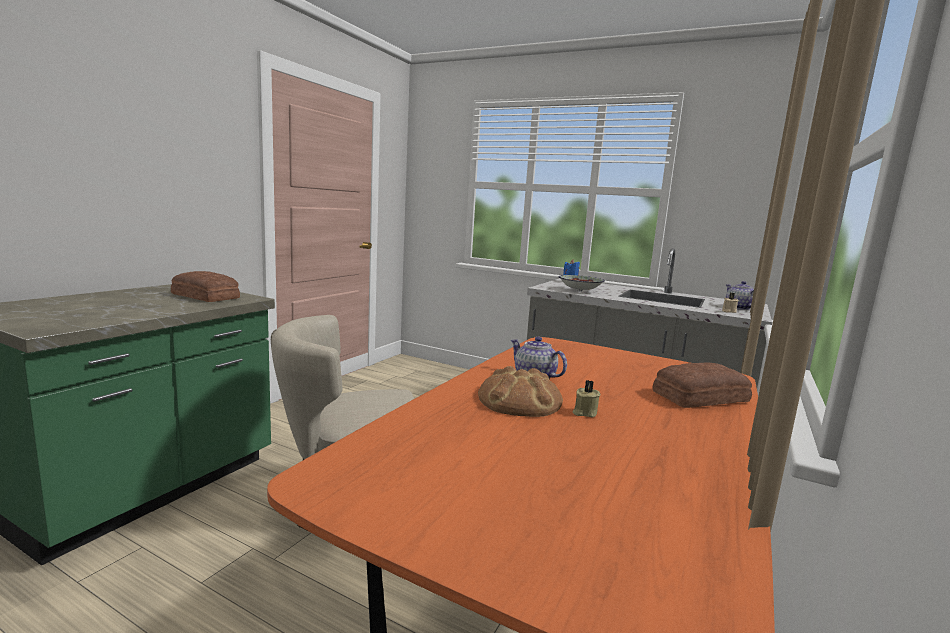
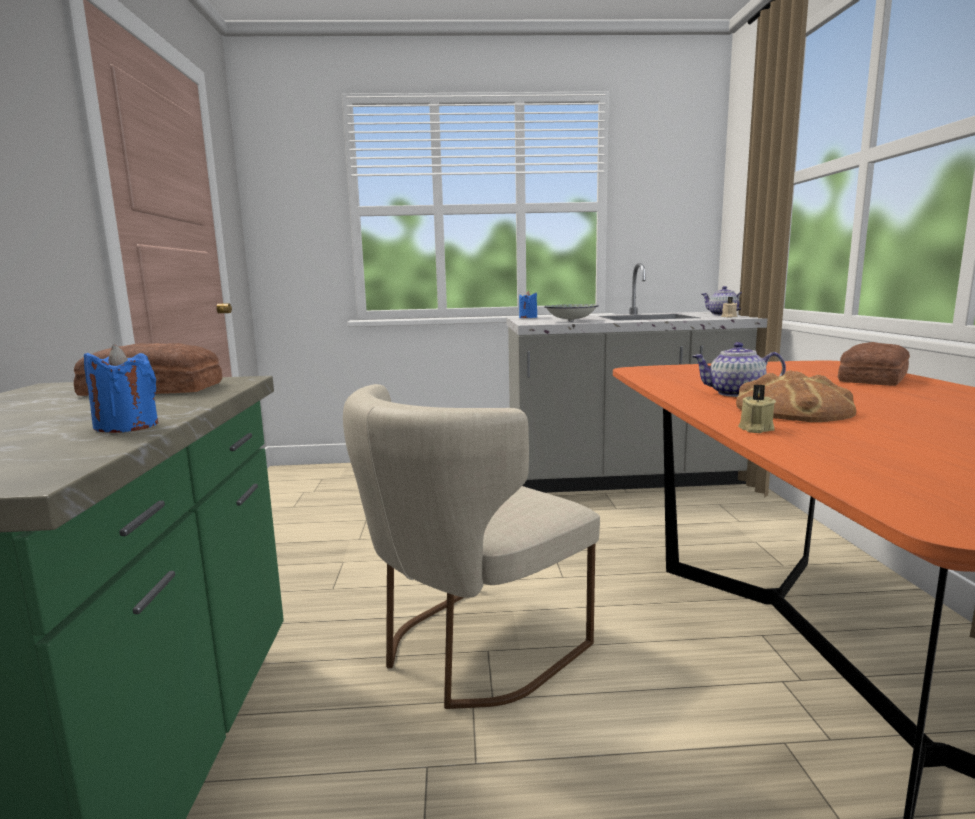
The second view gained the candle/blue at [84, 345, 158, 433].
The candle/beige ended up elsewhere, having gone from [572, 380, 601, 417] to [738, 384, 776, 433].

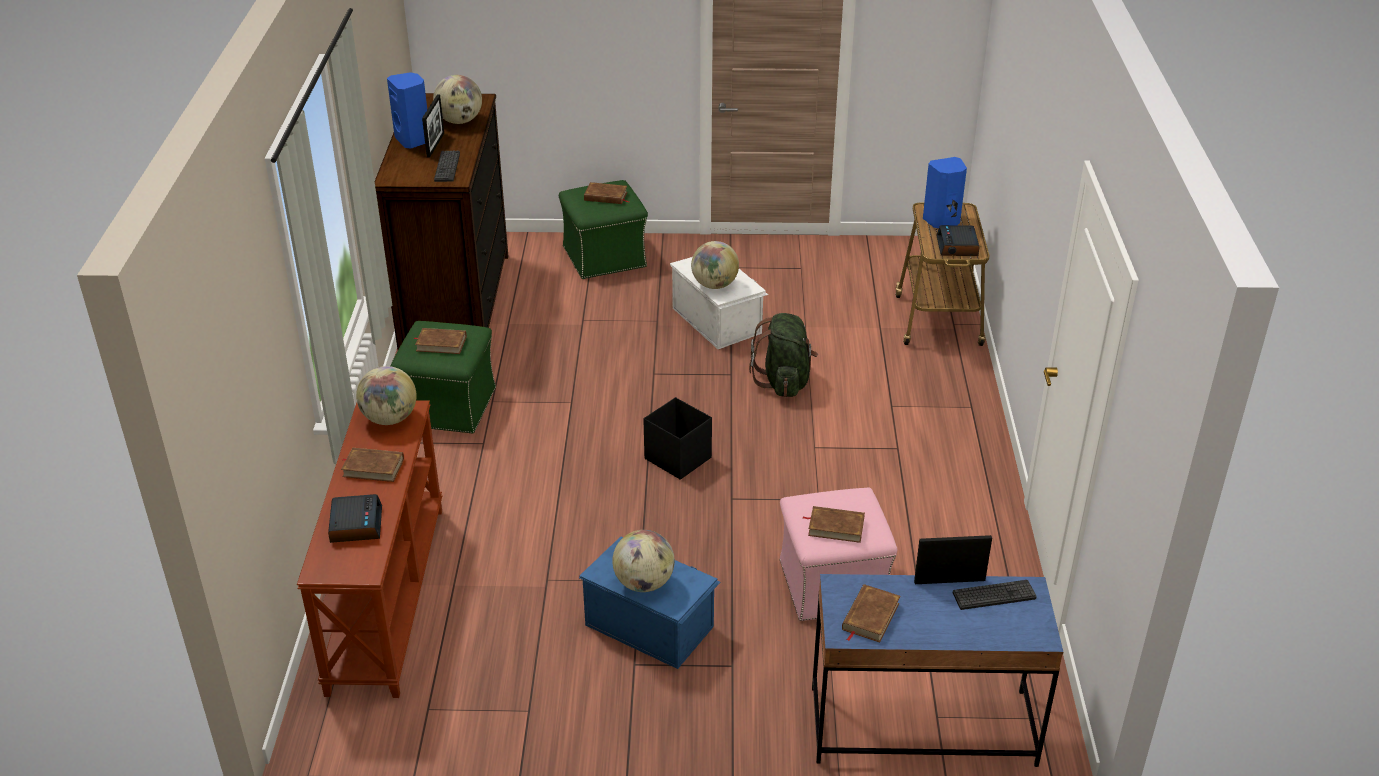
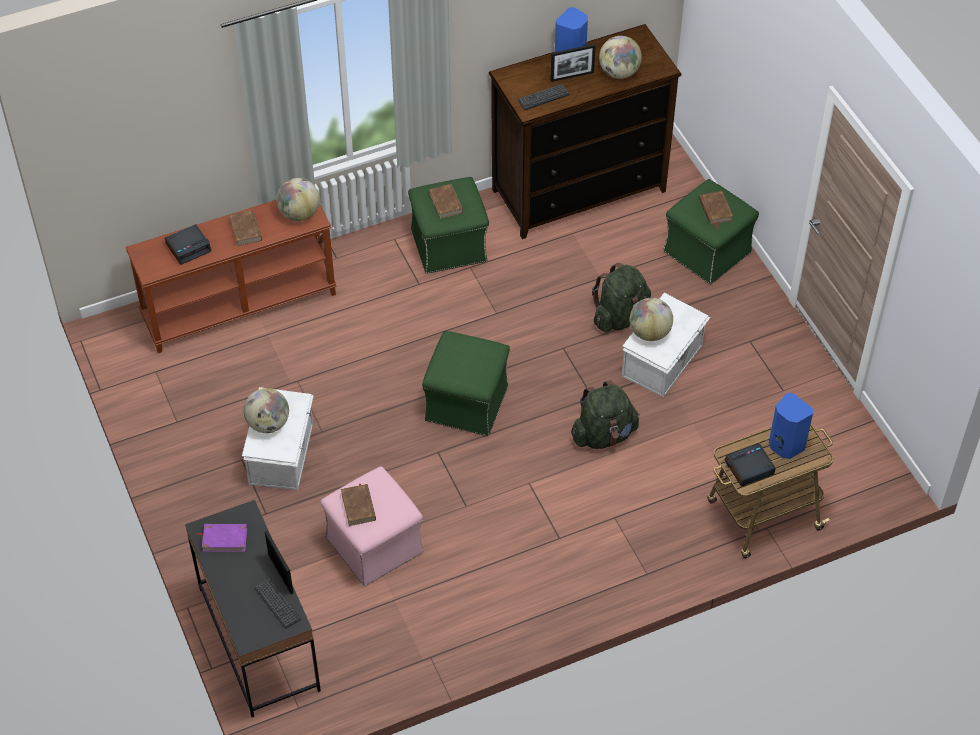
The second view gained the backpack/green at [592, 263, 651, 332].
Where the storage box/black stood at [643, 397, 712, 480], the ottoman/green came to stand at [422, 331, 510, 436].
What was the storage box/blue at [579, 536, 720, 669] turned into the storage box/white at [242, 387, 314, 490].
What was the desk/blue at [812, 574, 1063, 767] turned into the desk/black at [185, 500, 321, 717].
What was the book/brown at [842, 584, 900, 643] turned into the book/purple at [197, 524, 247, 552].

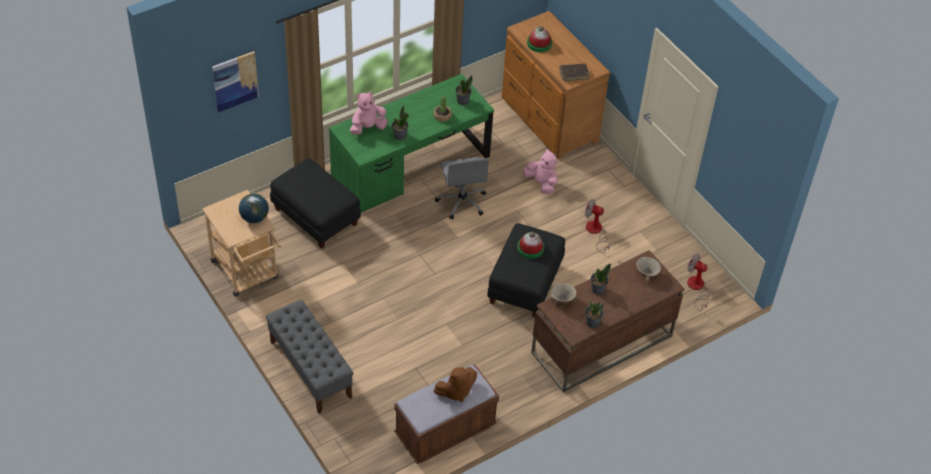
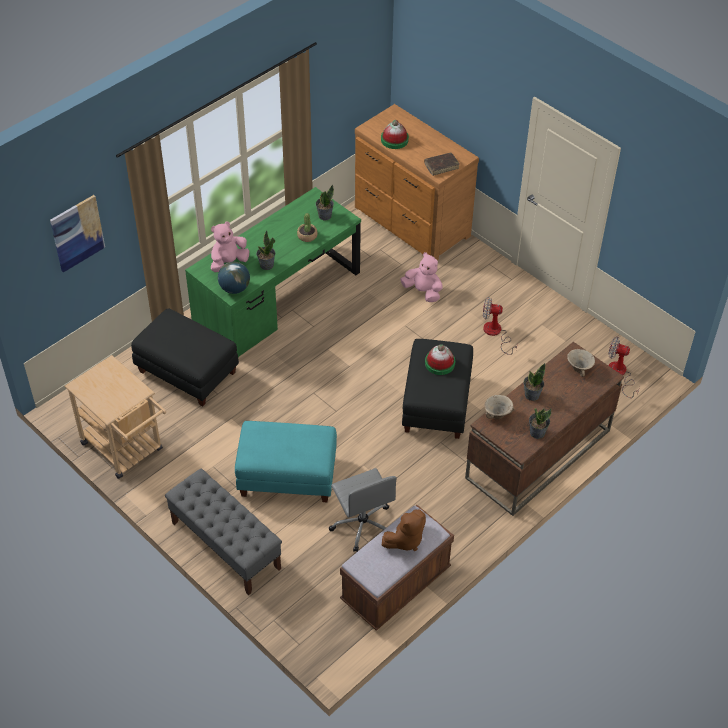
The second view gained the ottoman/turquoise at [235, 421, 337, 502].
The globe ended up elsewhere, having gone from [239, 193, 269, 223] to [218, 262, 250, 294].
The office chair/grey ended up elsewhere, having gone from [435, 157, 489, 220] to [329, 468, 397, 552].

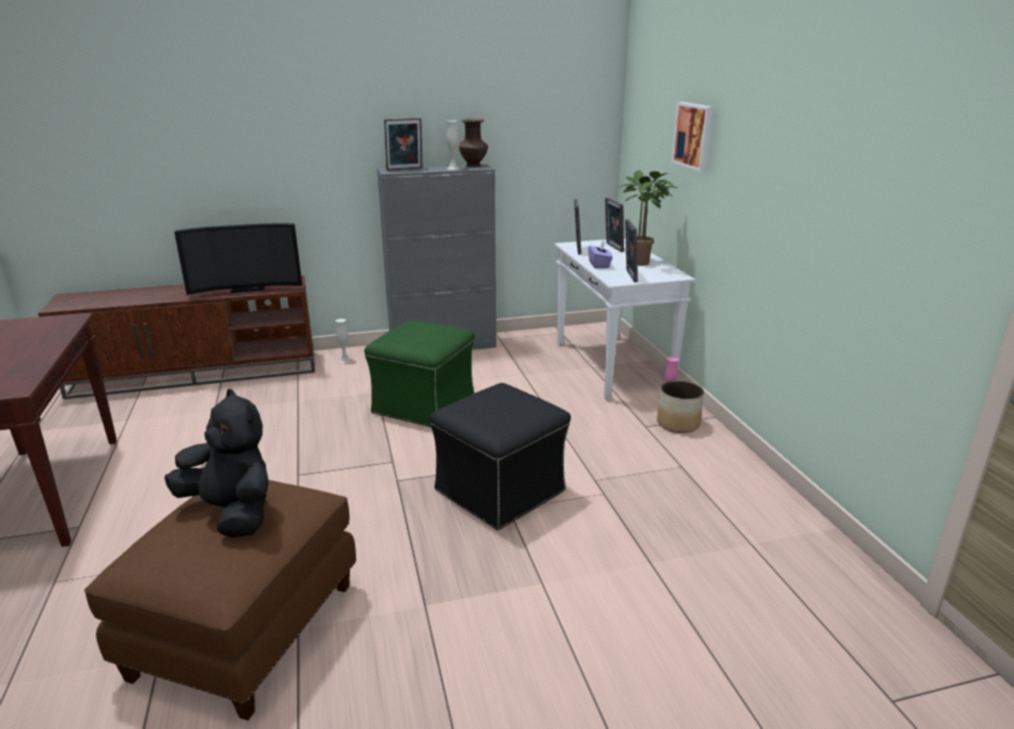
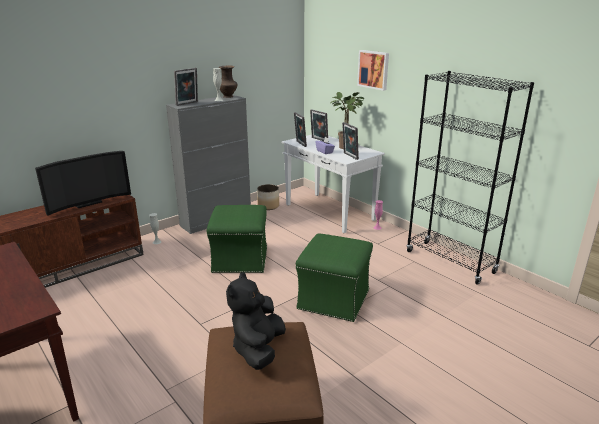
The second view gained the bookcase/black at [407, 71, 534, 284].
The planter ended up elsewhere, having gone from [657, 381, 704, 433] to [257, 184, 279, 210].
What was the ottoman/black at [429, 383, 571, 530] turned into the ottoman/green at [296, 234, 373, 322].
The plush toy/black at [164, 389, 268, 538] ended up facing another way, 90 degrees counterclockwise from before.

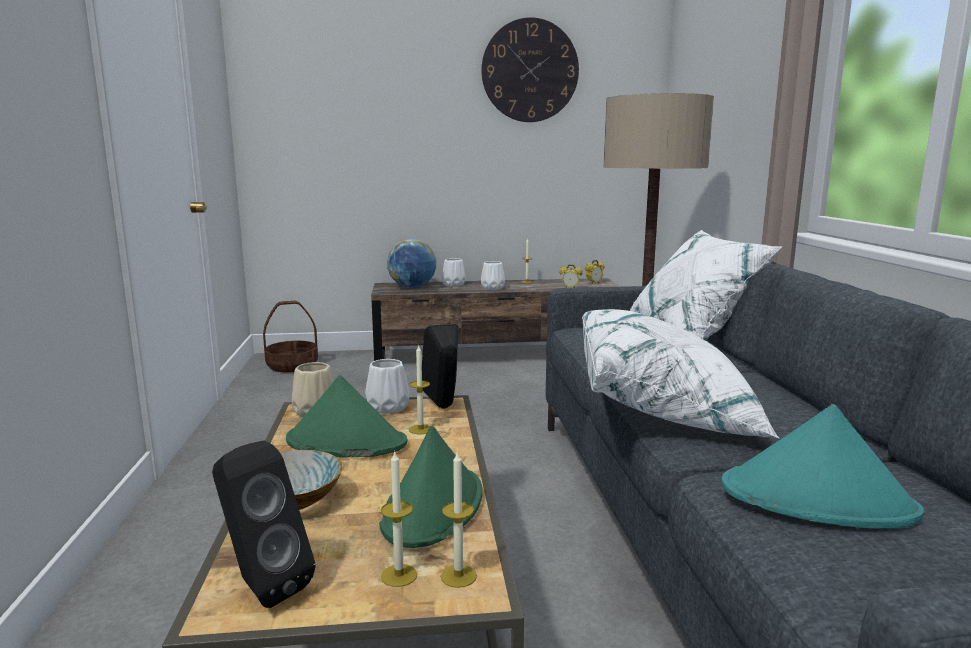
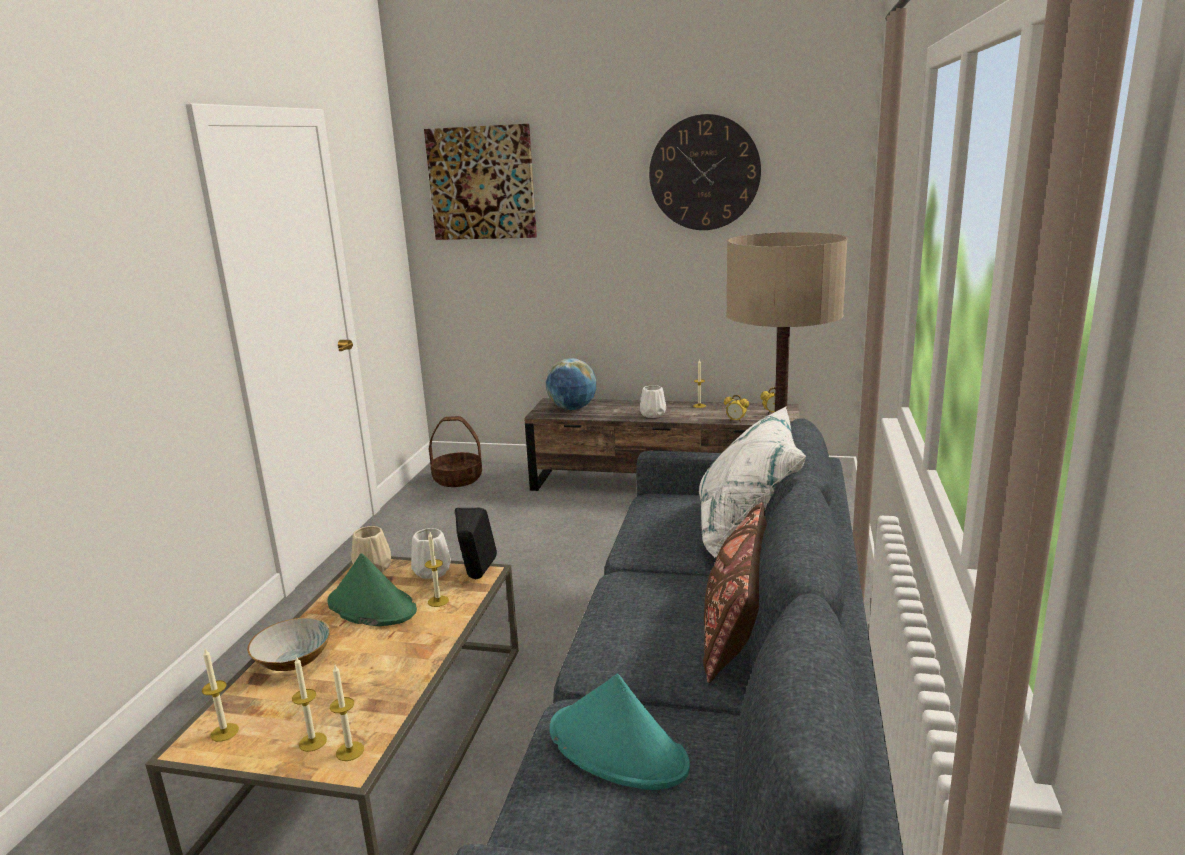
The second view lost the hat/green at [379, 426, 482, 548].
The second view lost the vase/white at [442, 258, 466, 287].
The second view lost the pillow/white at [582, 309, 779, 439].
The second view gained the picture at [424, 124, 537, 240].
The second view gained the pillow/brown at [703, 502, 767, 683].
Where the speaker/black stood at [212, 440, 315, 608], the candle came to stand at [202, 649, 239, 742].

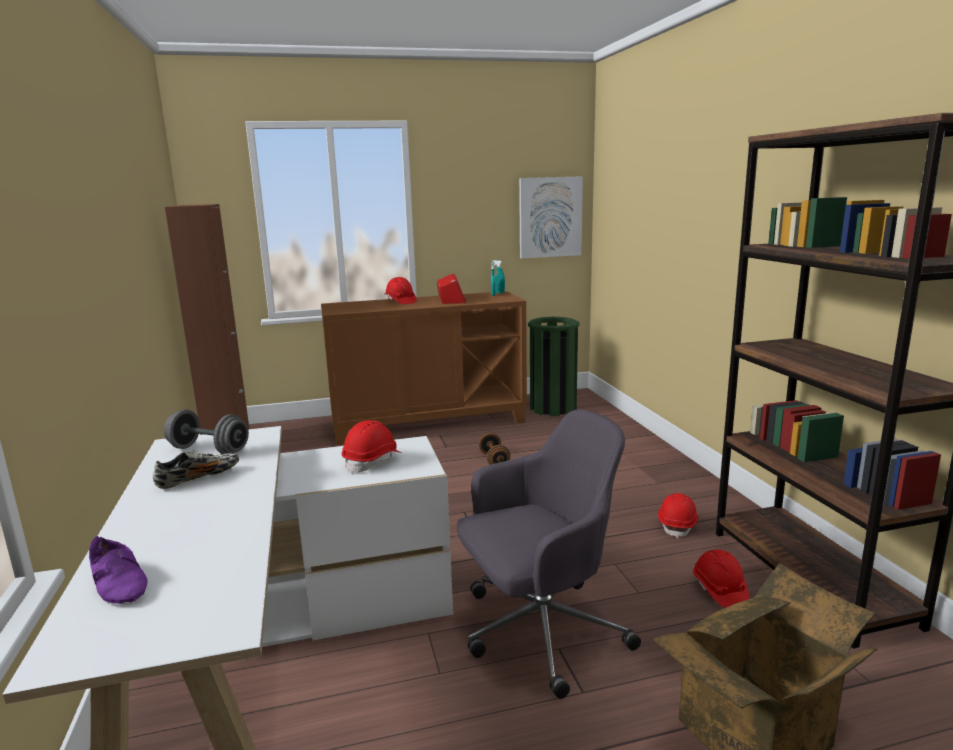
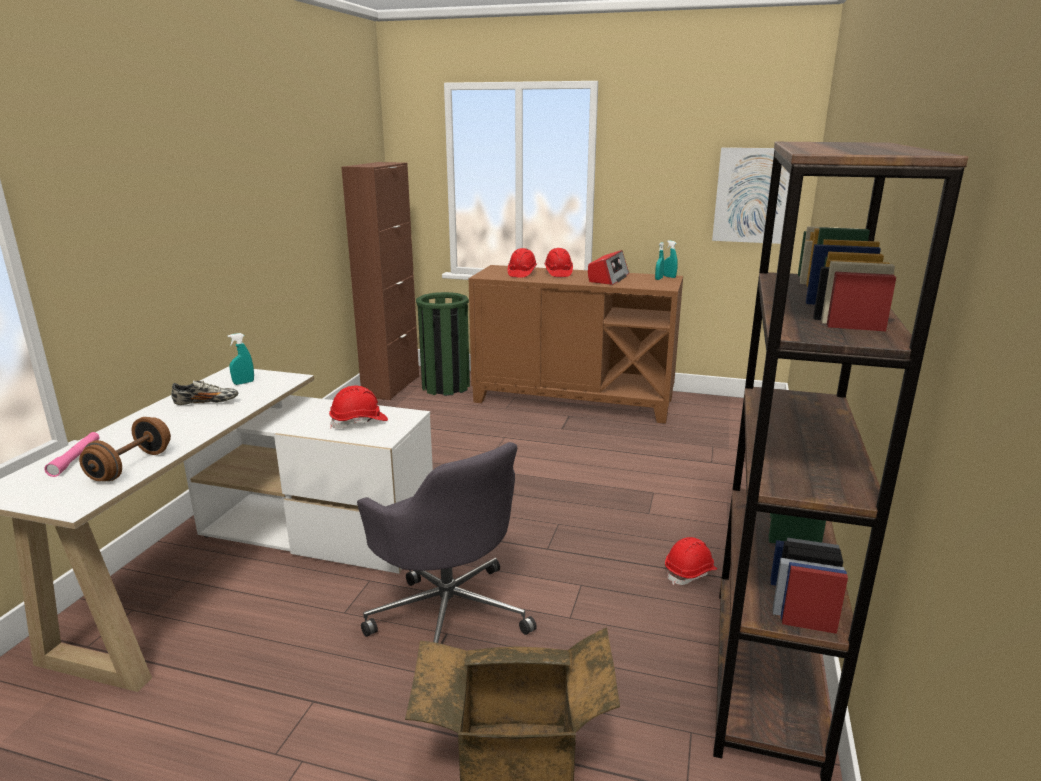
The dumbbell/brown ended up elsewhere, having gone from [479, 433, 510, 465] to [79, 417, 171, 481].
The trash can/green ended up elsewhere, having gone from [528, 317, 580, 416] to [416, 292, 470, 396].
The hard hat/red ended up elsewhere, having gone from [693, 549, 750, 608] to [508, 248, 537, 278].
Where the shoe/purple stood at [89, 536, 148, 604], the flashlight/pink came to stand at [44, 432, 100, 477].
Where the dumbbell/grey stood at [164, 410, 249, 454], the spray bottle/turquoise came to stand at [228, 333, 254, 385].
The office chair/grey at [457, 409, 641, 699] ended up facing another way, 45 degrees clockwise from before.

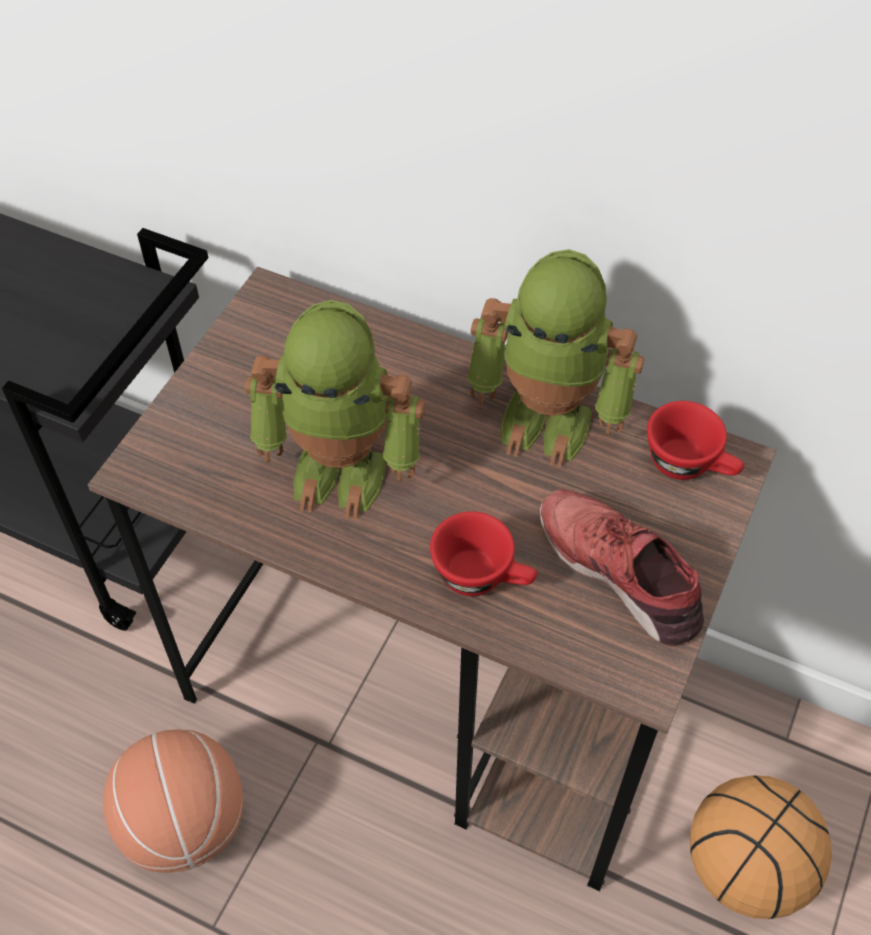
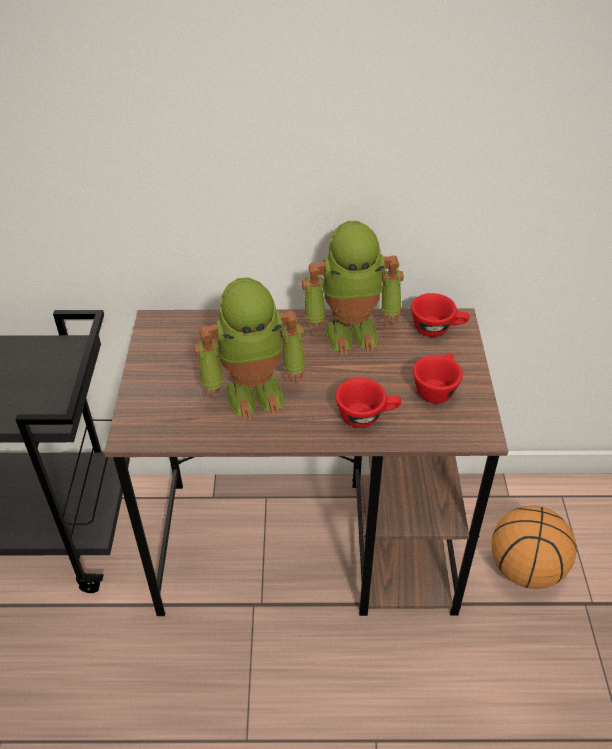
The second view lost the basketball at [103, 729, 243, 873].
Where the shoe/red stood at [540, 489, 704, 646], the cup/red came to stand at [413, 353, 463, 403].

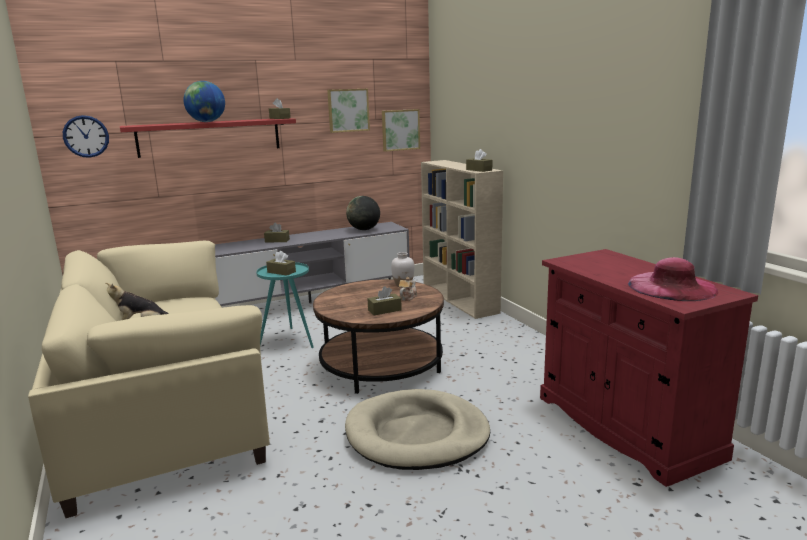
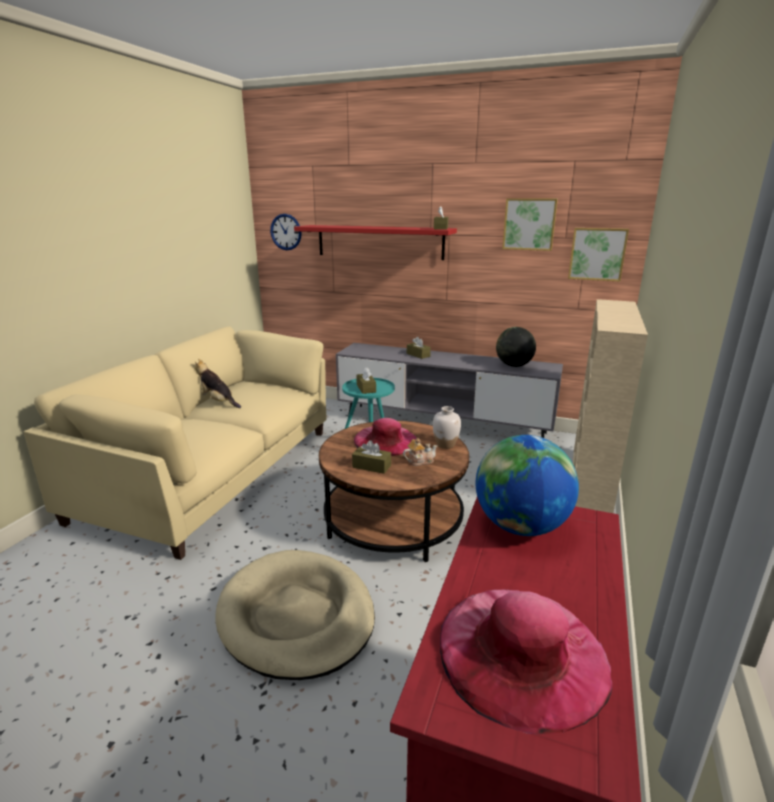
The second view lost the tissue box/brown at [466, 149, 492, 172].
The second view gained the hat/pink at [354, 418, 417, 456].
The globe ended up elsewhere, having gone from [183, 81, 225, 122] to [476, 435, 579, 536].

